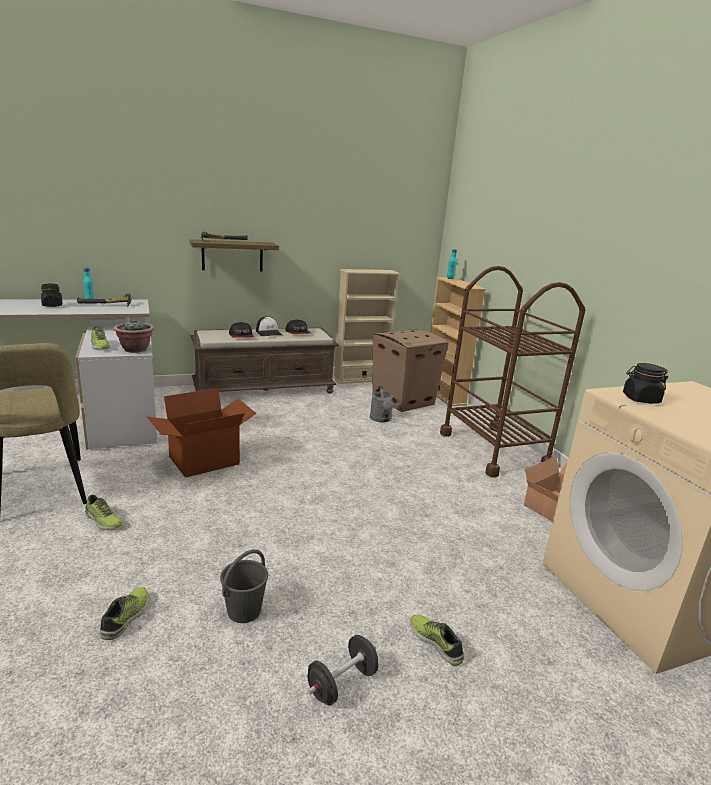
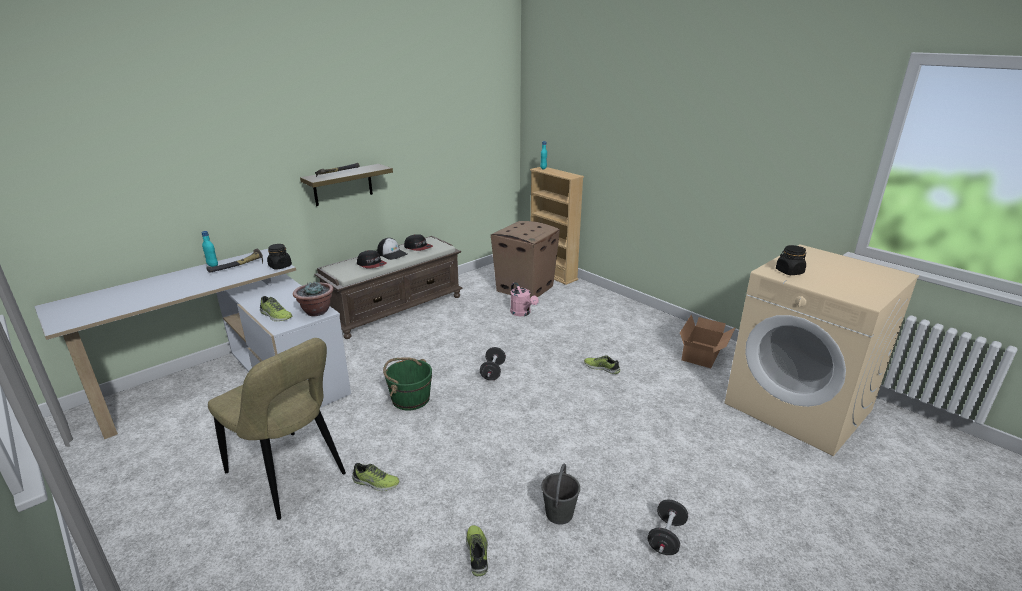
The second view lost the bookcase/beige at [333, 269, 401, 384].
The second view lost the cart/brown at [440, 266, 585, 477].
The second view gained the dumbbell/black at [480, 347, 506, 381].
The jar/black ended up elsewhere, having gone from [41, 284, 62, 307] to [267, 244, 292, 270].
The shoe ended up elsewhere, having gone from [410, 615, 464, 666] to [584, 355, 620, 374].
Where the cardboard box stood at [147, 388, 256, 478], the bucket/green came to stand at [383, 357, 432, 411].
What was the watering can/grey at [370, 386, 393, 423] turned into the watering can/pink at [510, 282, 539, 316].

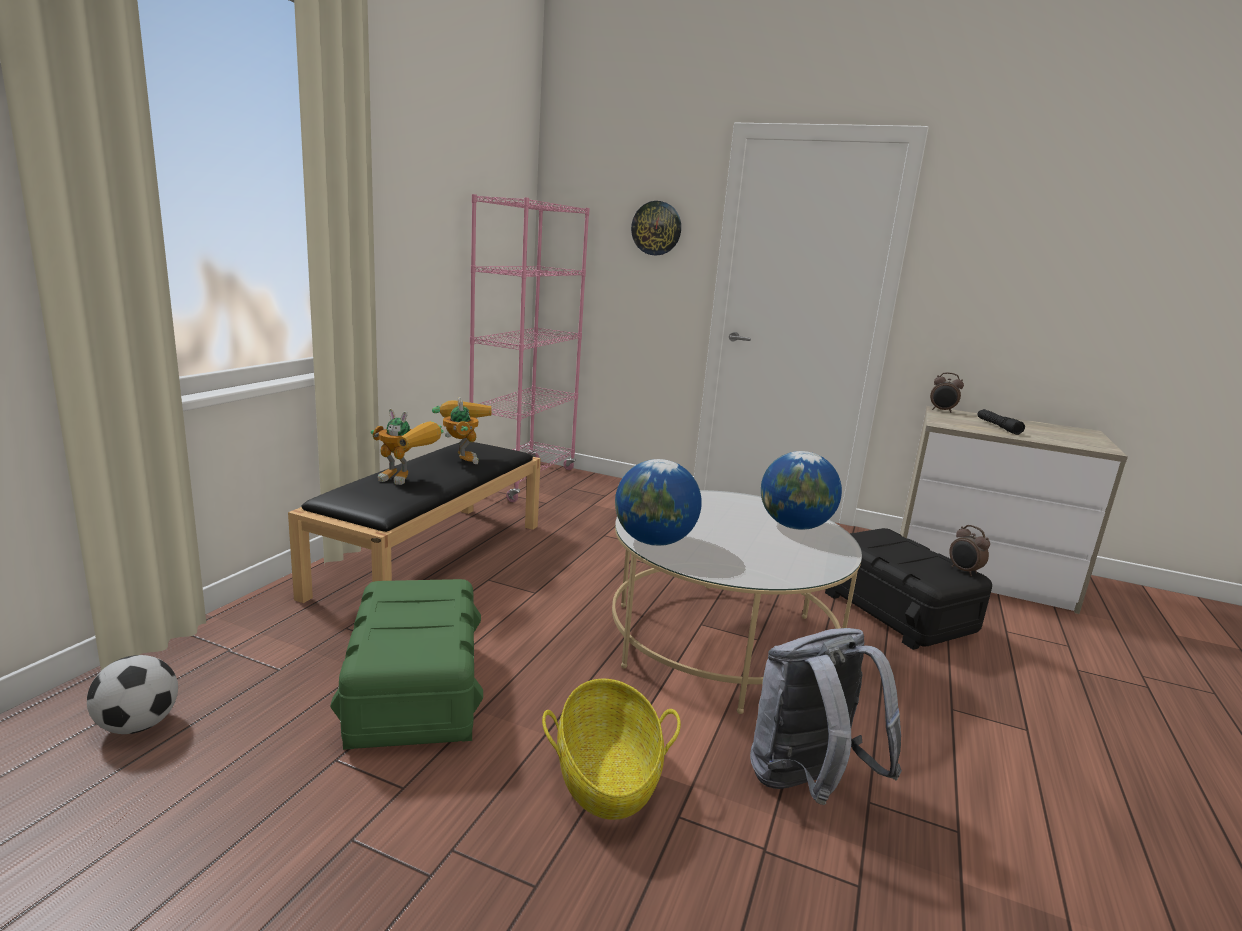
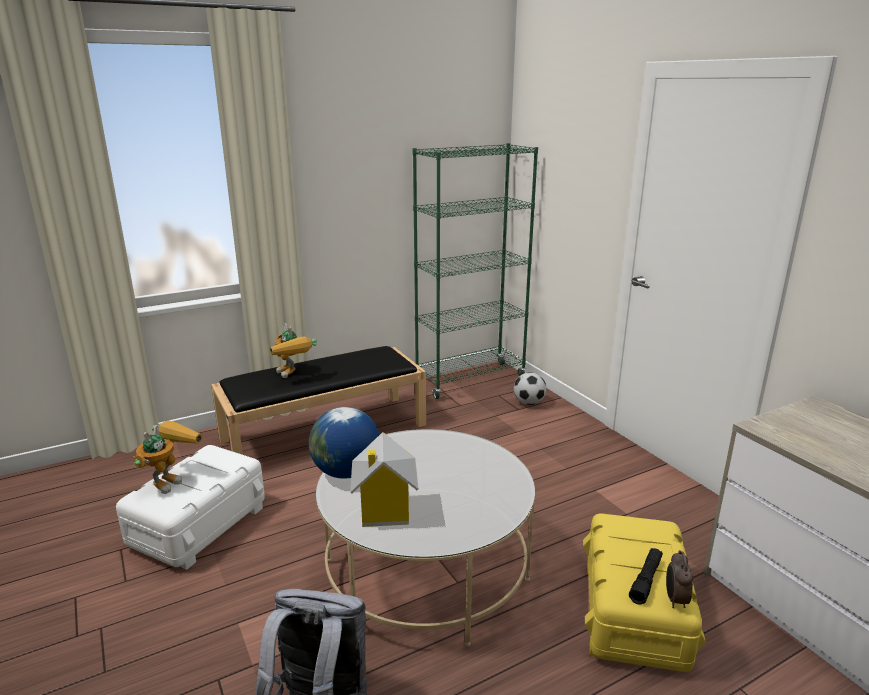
The second view lost the basket at [542, 679, 681, 820].
The second view lost the wall clock at [631, 201, 681, 255].
The second view lost the globe at [761, 451, 842, 530].
The second view lost the alarm clock at [930, 372, 964, 413].
The second view gained the toy house at [350, 432, 419, 527].
The football ended up elsewhere, having gone from [87, 655, 178, 734] to [514, 372, 547, 405].
The toy robot ended up elsewhere, having gone from [432, 397, 492, 464] to [133, 421, 203, 494].
The flashlight/black ended up elsewhere, having gone from [977, 409, 1025, 435] to [629, 548, 663, 605].
What was the storage box/green at [330, 579, 483, 750] turned into the storage box/white at [116, 445, 265, 570].
What was the bookcase/pink at [469, 194, 590, 502] turned into the bookcase/green at [413, 143, 538, 399].
What was the storage box/black at [825, 528, 992, 650] turned into the storage box/yellow at [583, 514, 706, 672].

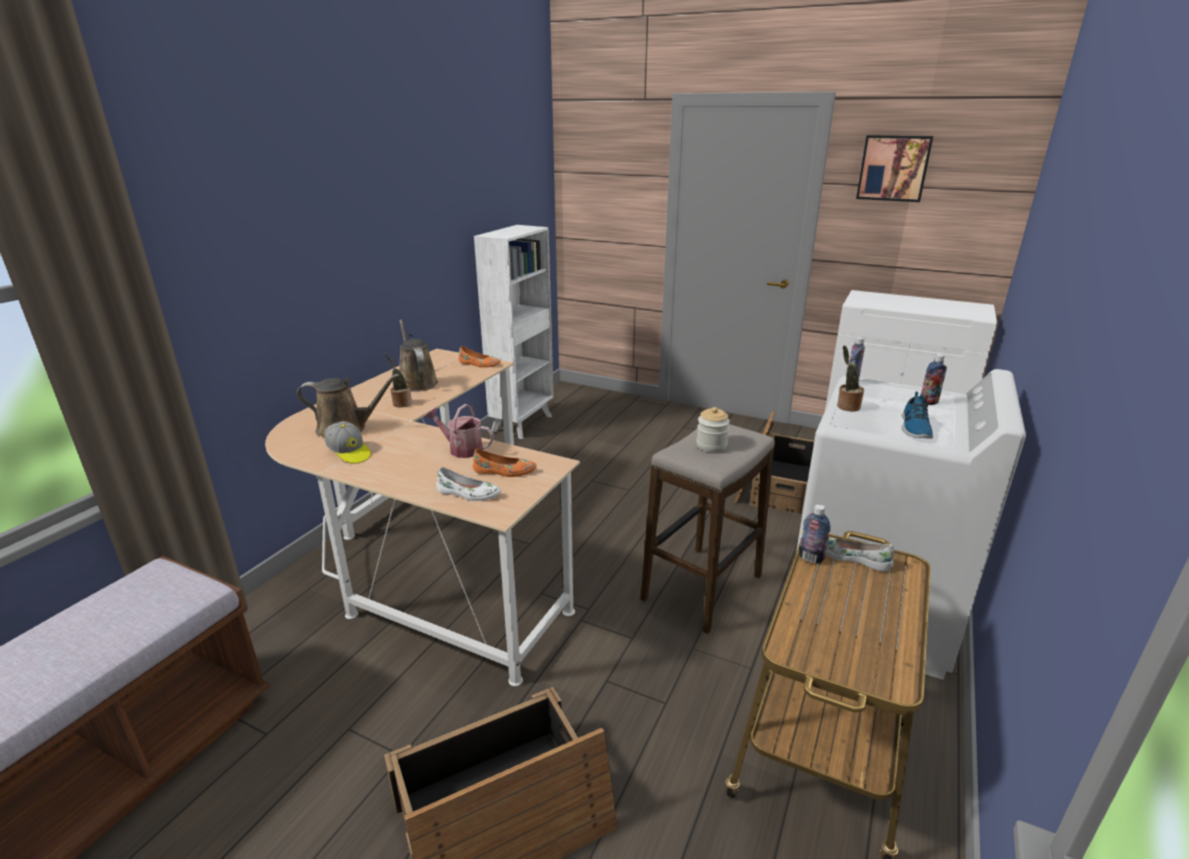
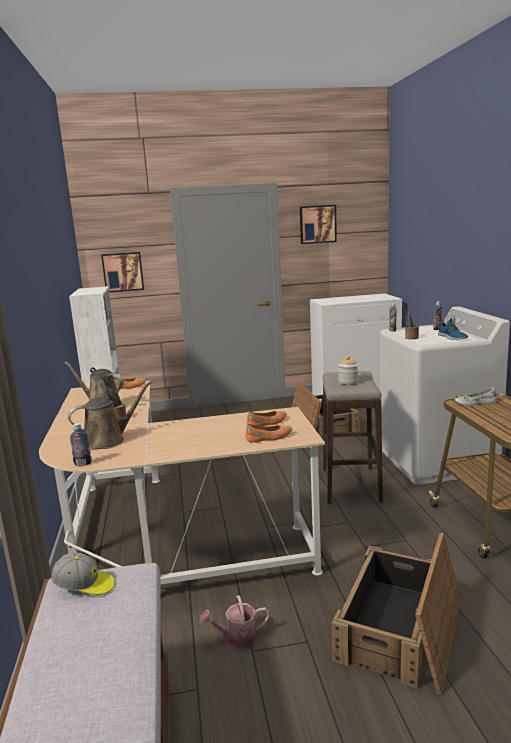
The second view gained the picture at [101, 252, 144, 292].
The cap ended up elsewhere, having gone from [324, 421, 371, 464] to [51, 553, 115, 595].
The watering can ended up elsewhere, having gone from [425, 404, 494, 458] to [199, 595, 270, 647].
The bottle ended up elsewhere, having gone from [799, 504, 831, 564] to [70, 423, 92, 466].
What was the shoe/white at [436, 467, 501, 501] turned into the shoe/orange at [245, 424, 292, 443].

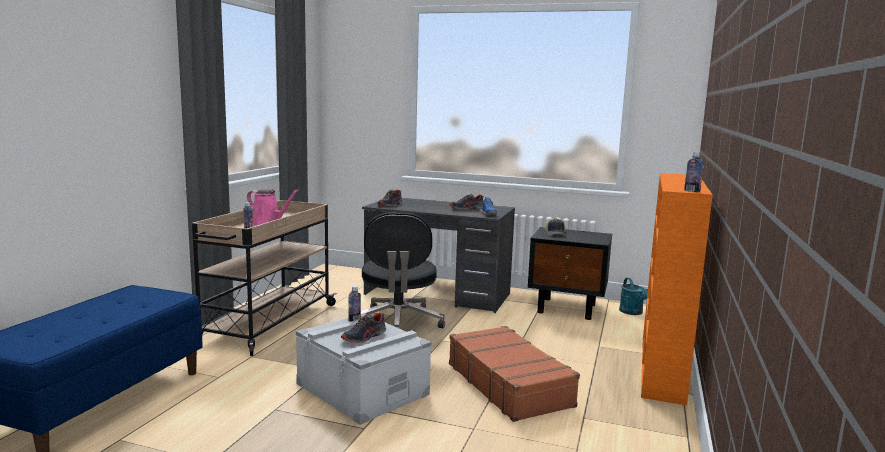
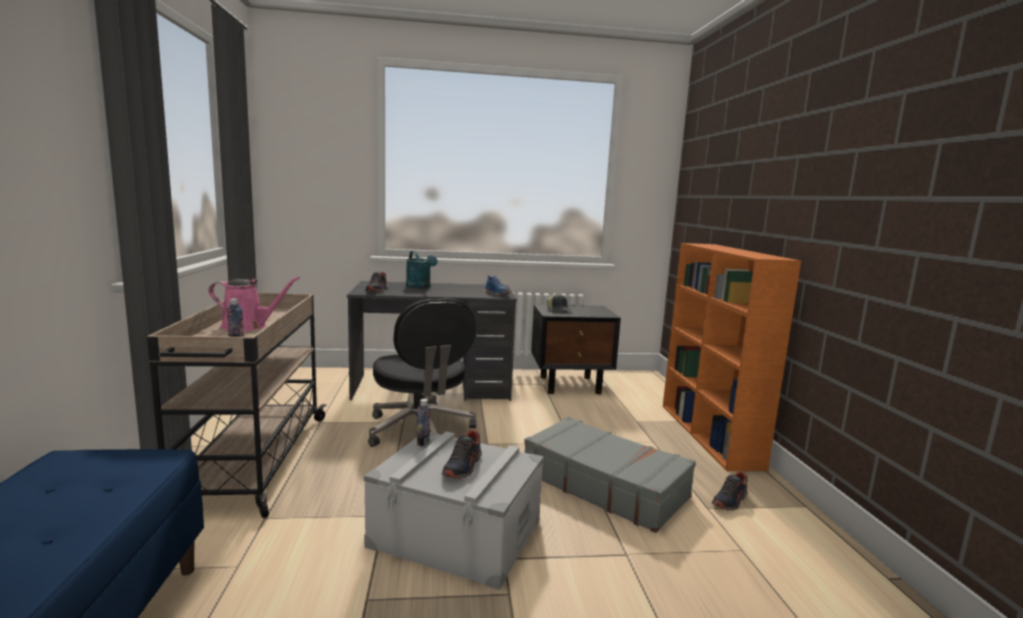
The second view lost the bottle at [684, 152, 704, 192].
The shoe ended up elsewhere, having gone from [450, 194, 484, 210] to [712, 471, 748, 511].
The watering can/turquoise ended up elsewhere, having gone from [619, 278, 648, 315] to [406, 251, 438, 289].
What was the suitcase/brown at [449, 326, 580, 422] turned into the suitcase/grey at [524, 417, 696, 533].

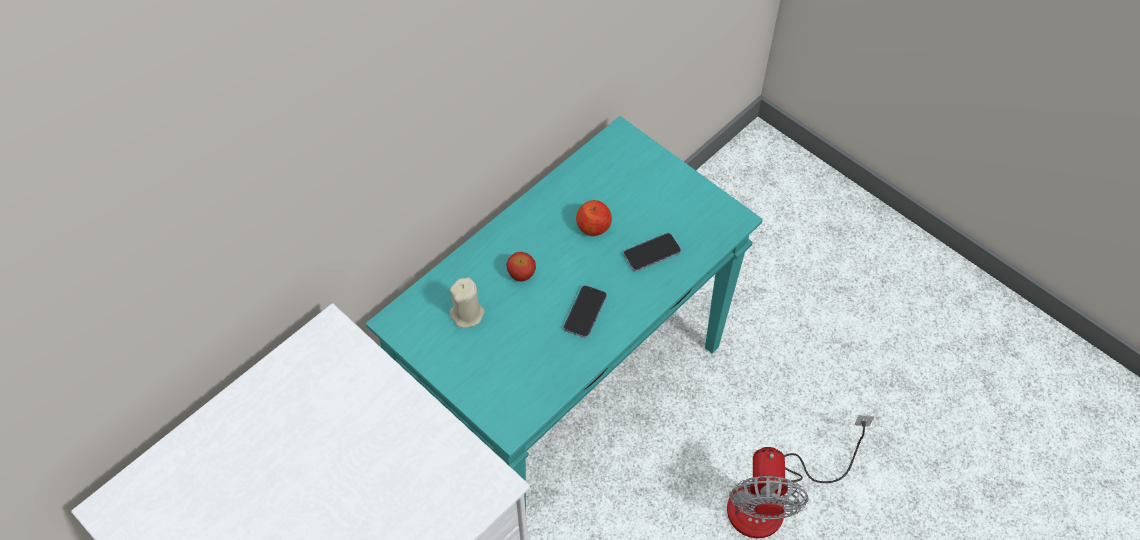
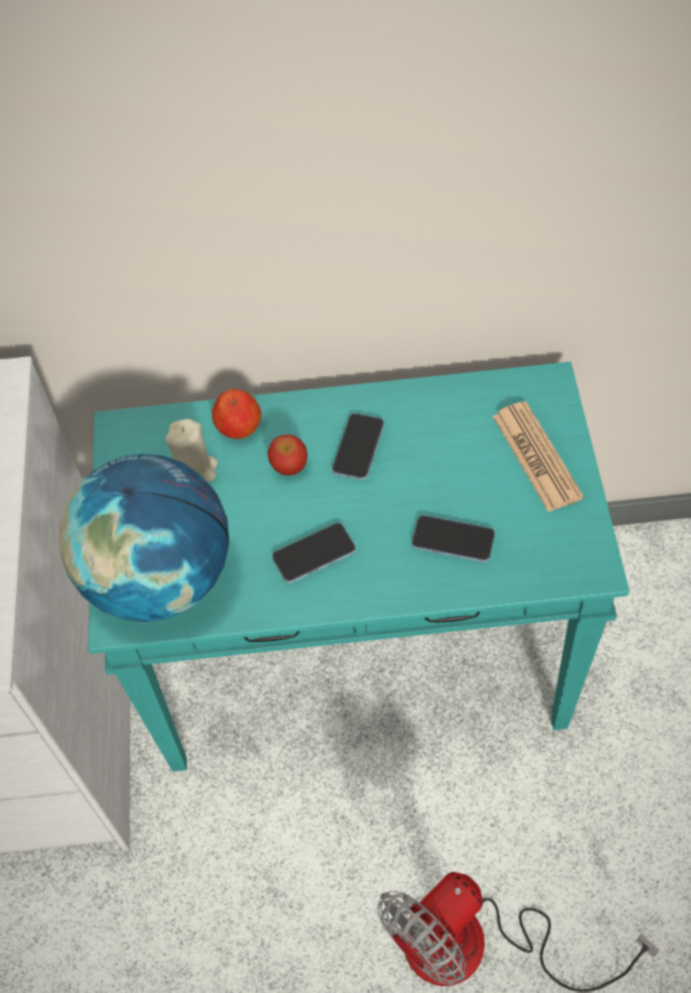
The second view gained the globe at [59, 454, 229, 622].
The second view gained the phone at [332, 413, 384, 480].
The second view gained the newspaper at [493, 401, 584, 512].
The apple ended up elsewhere, having gone from [576, 200, 612, 236] to [212, 389, 262, 439].

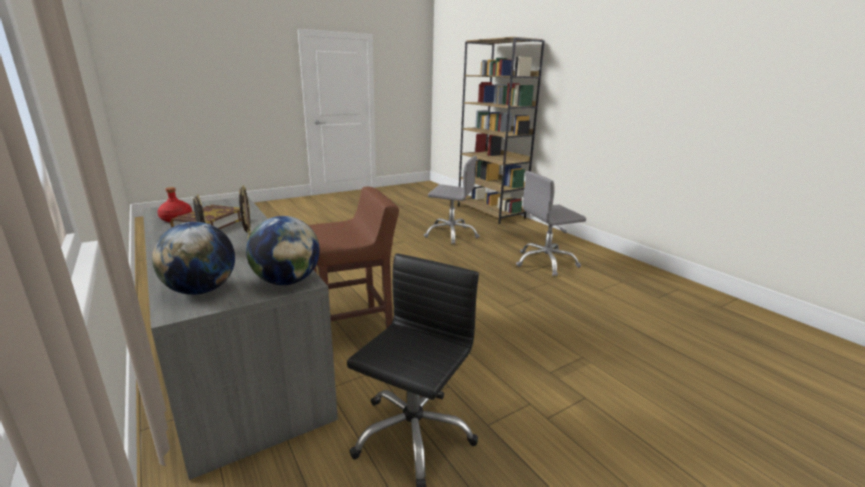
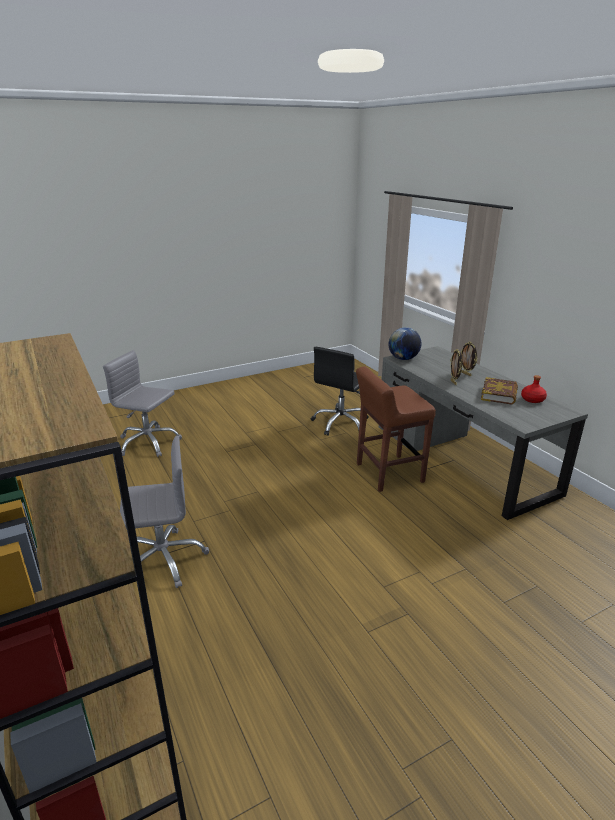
The second view lost the globe at [152, 222, 235, 295].
The office chair/grey ended up elsewhere, having gone from [424, 156, 480, 245] to [103, 350, 182, 457].

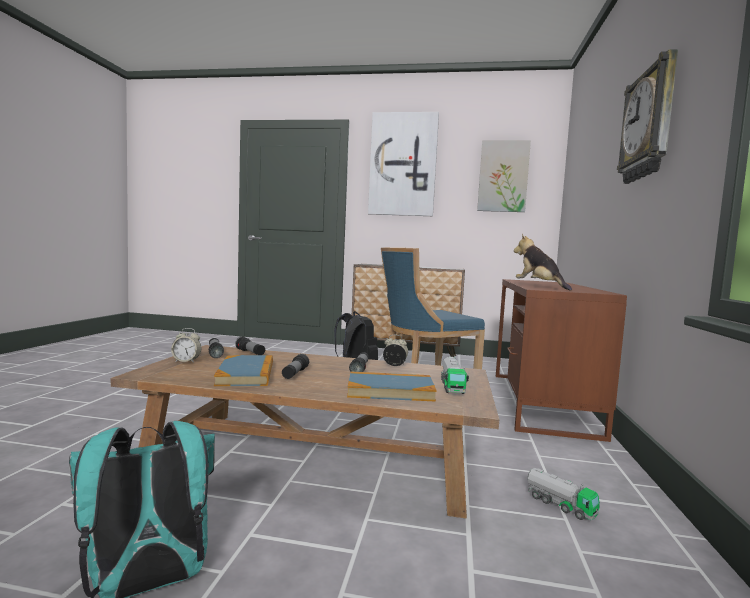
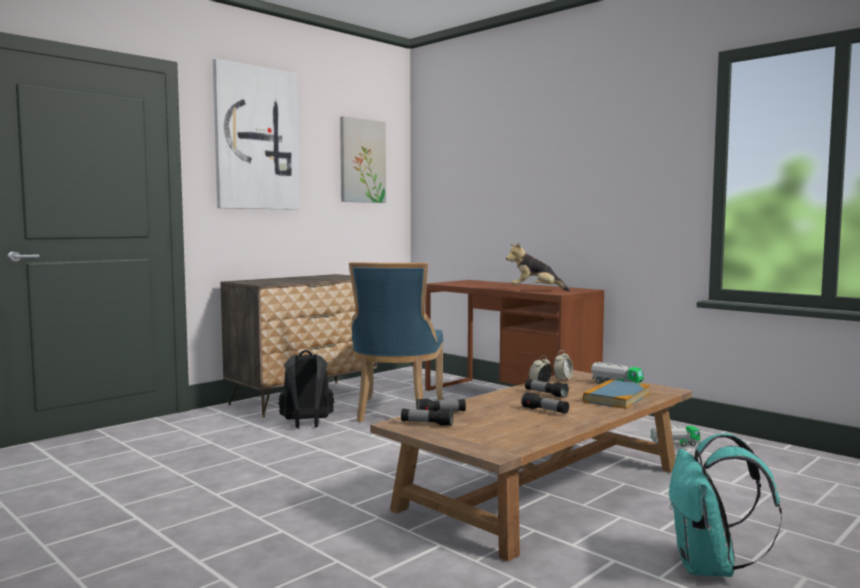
The second view lost the book at [214, 355, 273, 386].
The second view lost the wall clock at [617, 49, 678, 184].
The alarm clock ended up elsewhere, having gone from [171, 328, 201, 363] to [553, 350, 573, 380].

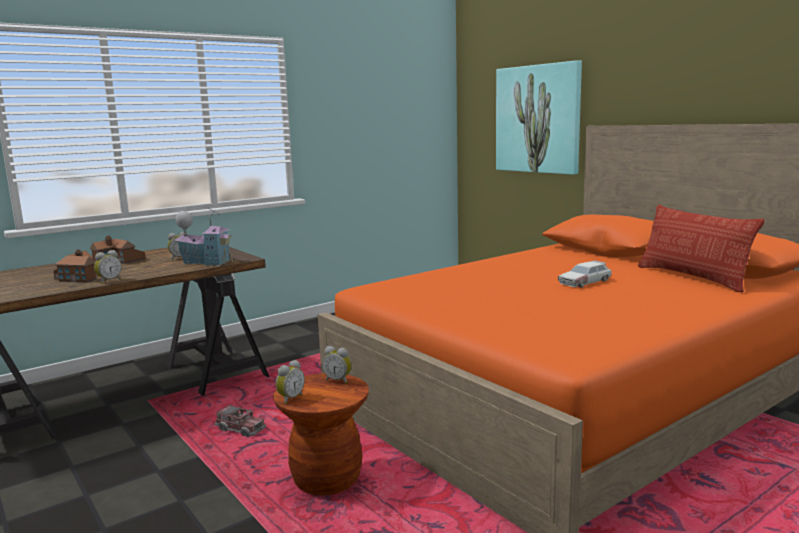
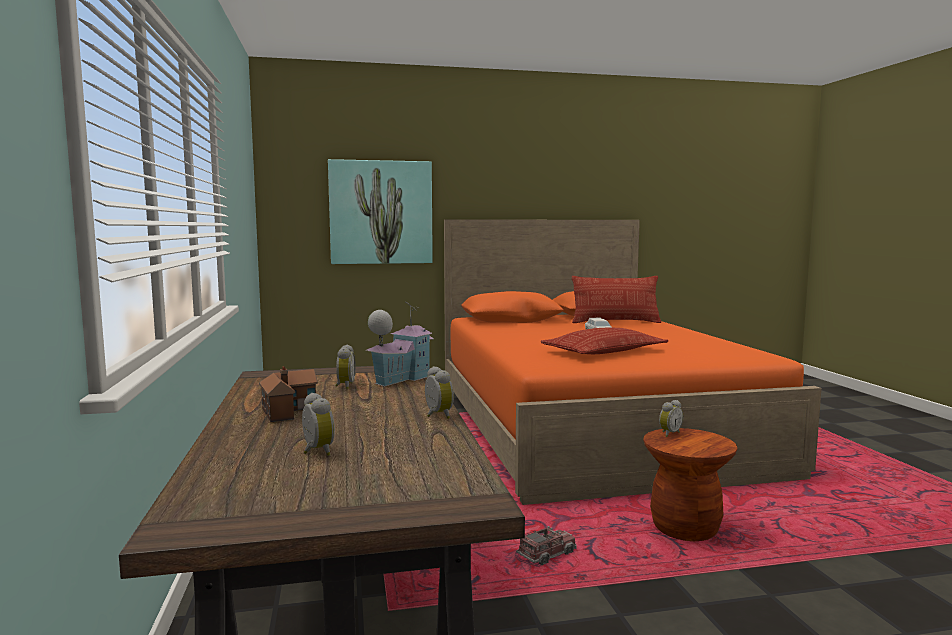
The second view lost the toy house at [53, 250, 96, 283].
The second view gained the pillow at [540, 328, 668, 354].
The alarm clock ended up elsewhere, having gone from [276, 360, 305, 404] to [302, 393, 335, 456].

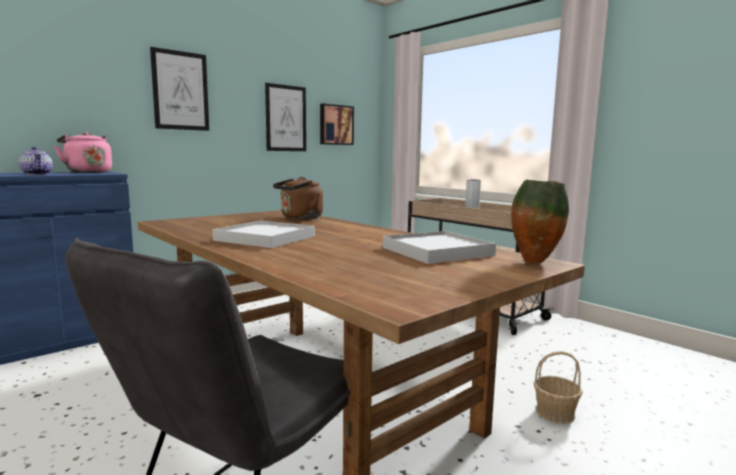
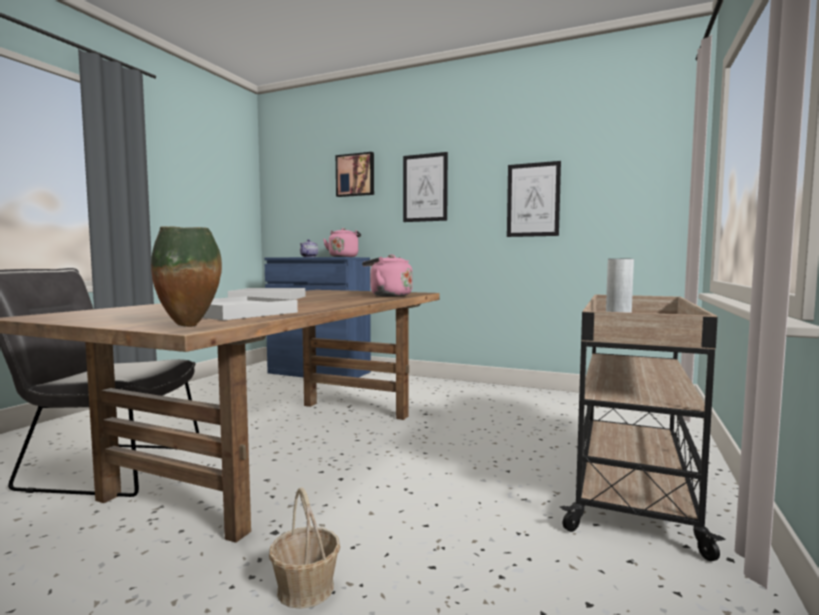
The picture ended up elsewhere, having gone from [320, 104, 354, 145] to [336, 152, 374, 197].
What was the kettle/brown at [273, 177, 323, 219] turned into the kettle/pink at [362, 254, 413, 297].

